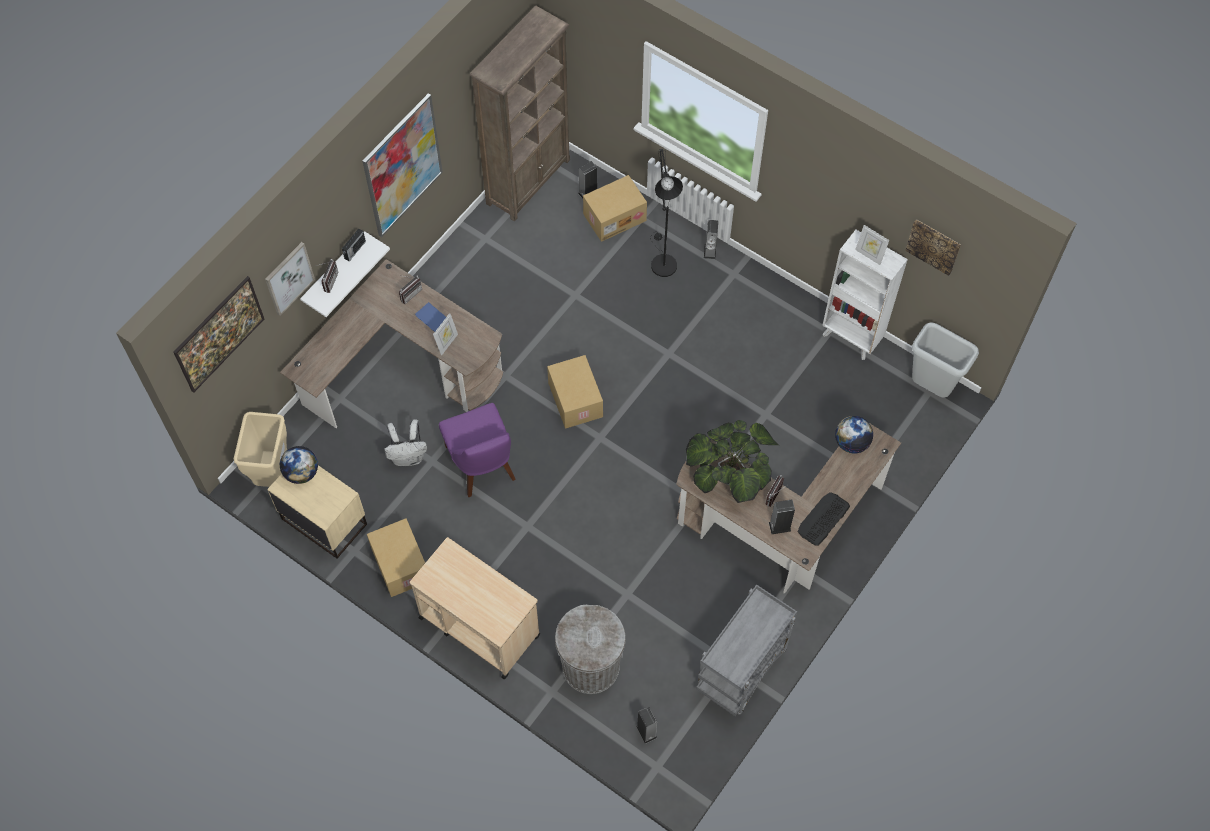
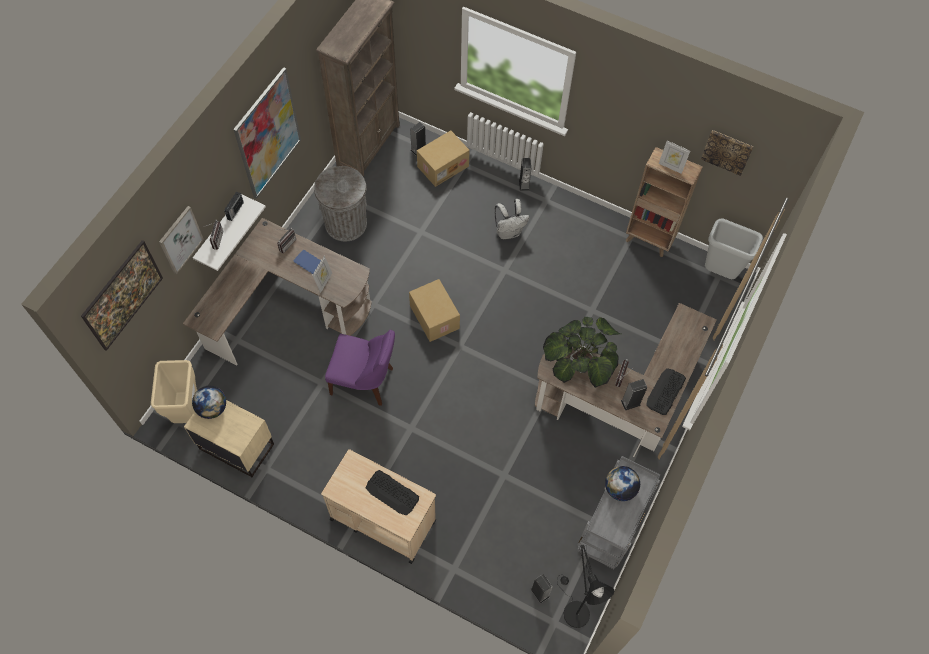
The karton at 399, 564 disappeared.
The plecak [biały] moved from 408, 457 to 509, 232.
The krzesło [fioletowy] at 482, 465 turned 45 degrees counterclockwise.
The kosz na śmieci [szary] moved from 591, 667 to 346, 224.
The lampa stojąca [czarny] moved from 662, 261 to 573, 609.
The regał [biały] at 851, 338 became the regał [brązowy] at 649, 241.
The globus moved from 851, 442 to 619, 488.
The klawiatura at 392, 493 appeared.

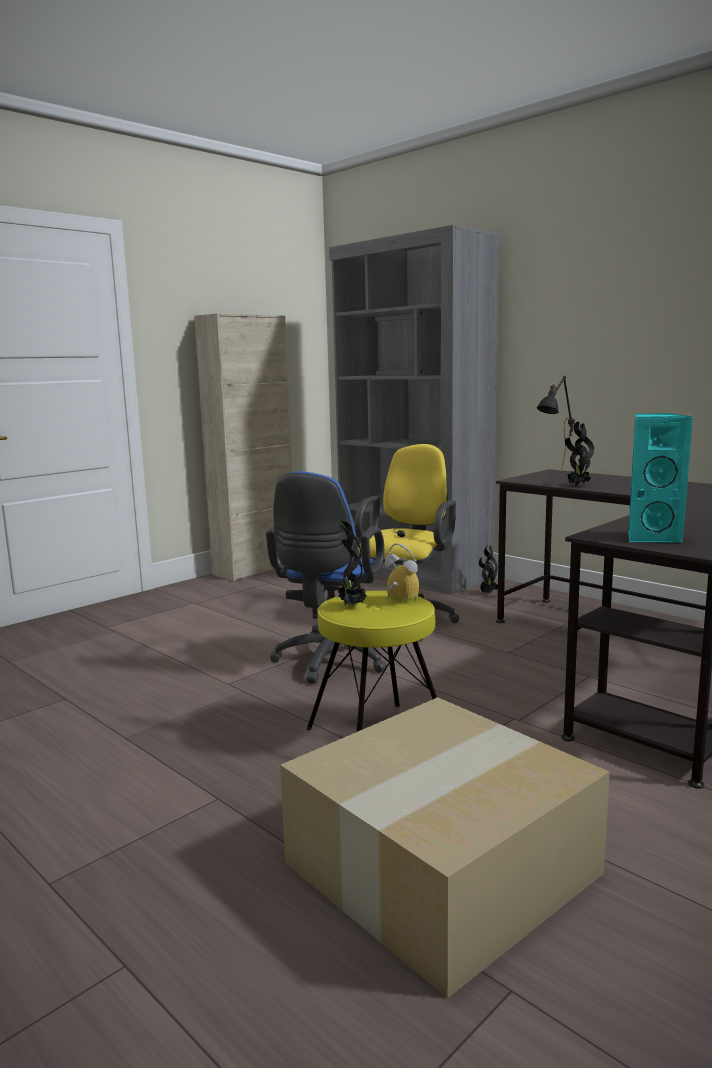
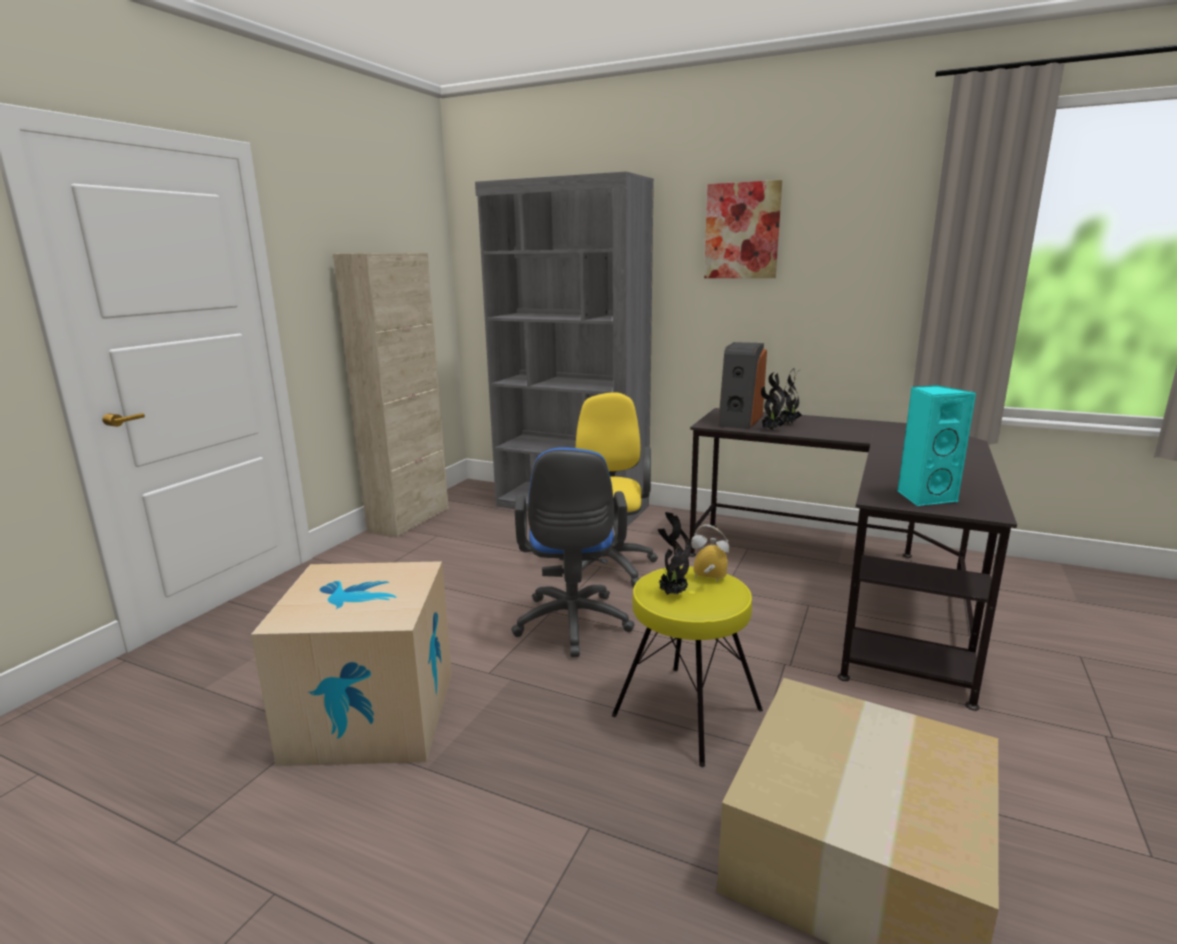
The roślina doniczkowa moved from 487, 593 to 788, 423.
The lampa stołowa [czarny] at 556, 478 was replaced by the głośnik at 739, 420.
The karton at 372, 715 appeared.
The obraz at 742, 231 appeared.

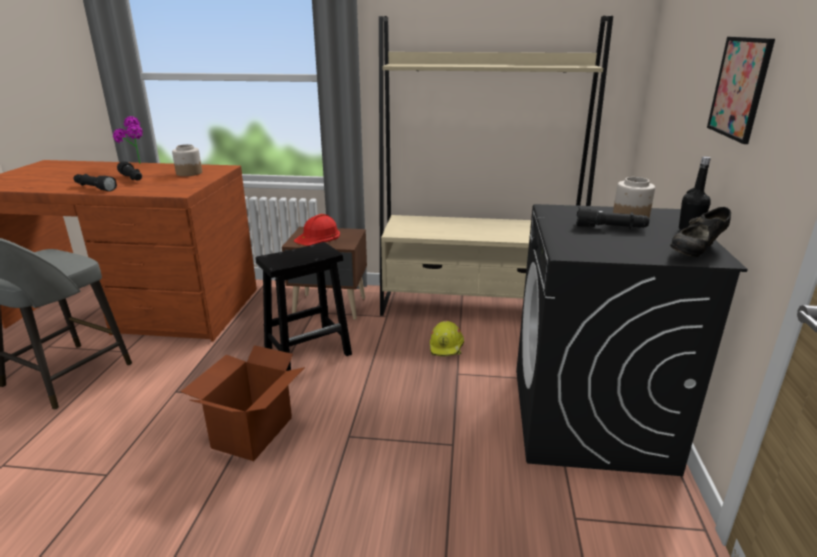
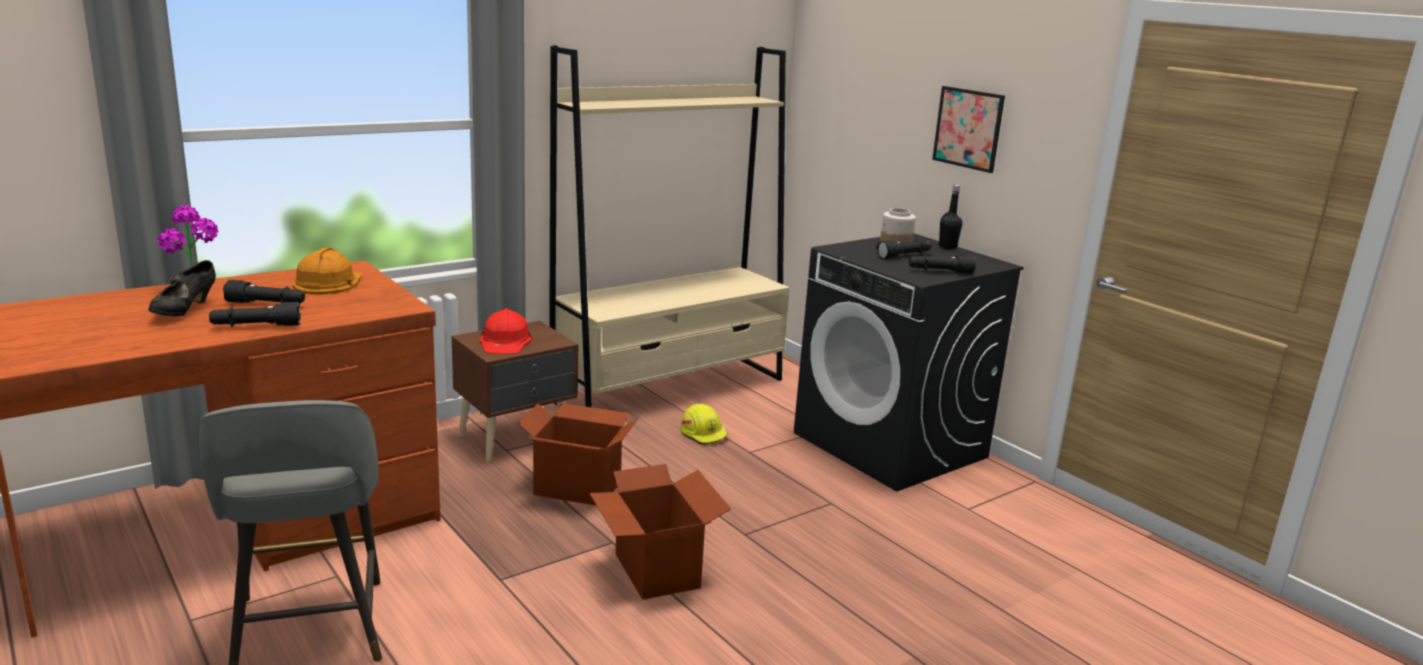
The słoik at 189, 173 was replaced by the kask [pomarańczowy] at 328, 282.
The stołek [czarny] at 309, 352 was replaced by the karton at 577, 487.
The but [czarny] moved from 695, 251 to 185, 311.
The latarka [czarny] at 940, 272 appeared.

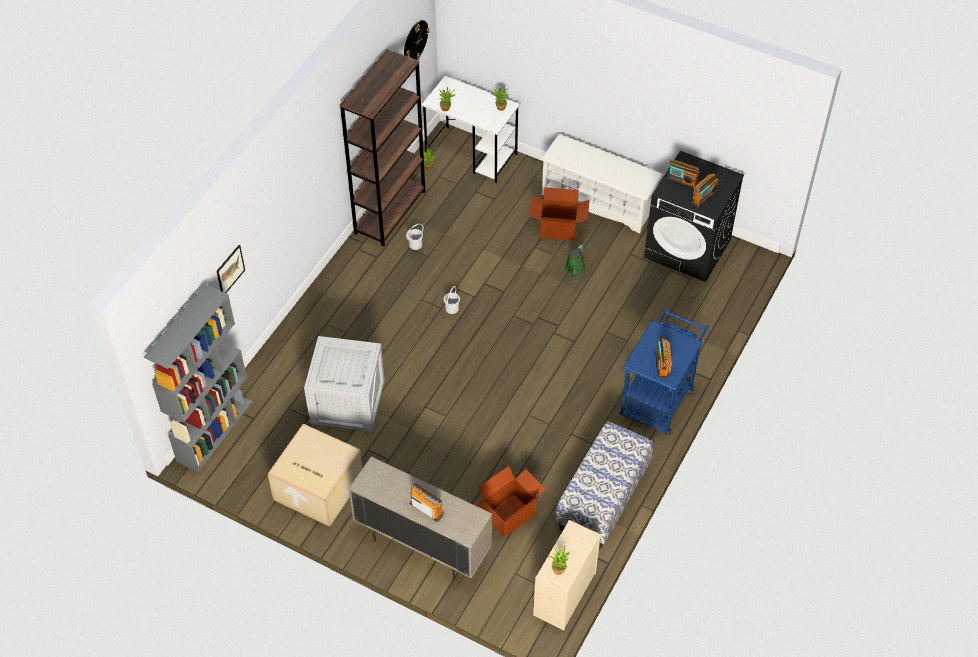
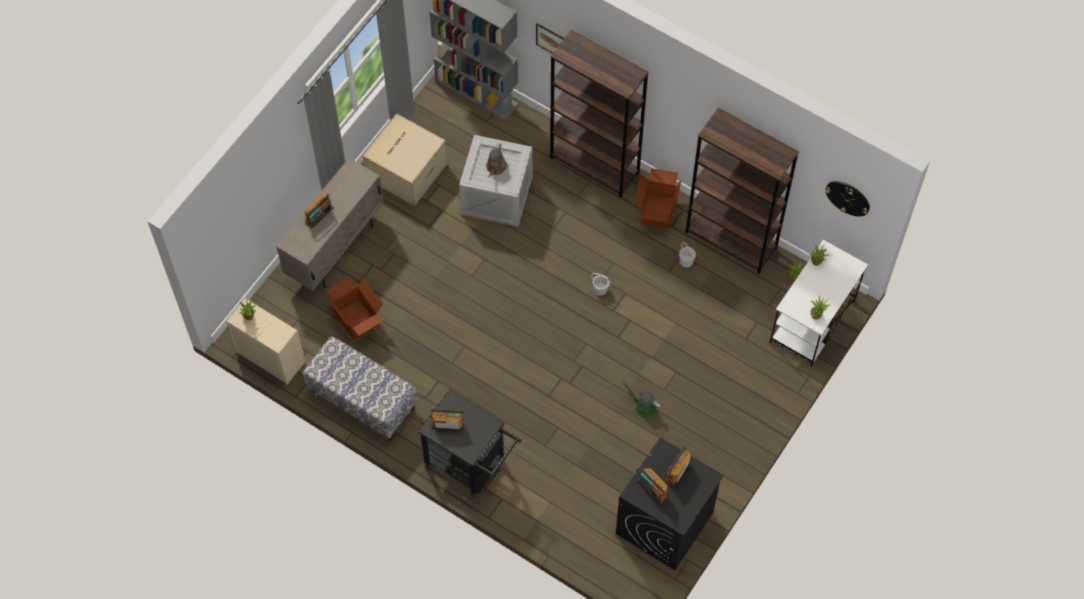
The karton moved from 558, 229 to 656, 211.
The regał na buty [biały] at 598, 201 disappeared.
The wózek [niebieski] at 659, 398 became the wózek [czarny] at 471, 465.
The konewka [brązowy] at 495, 168 appeared.
The regał [brązowy] at 595, 165 appeared.

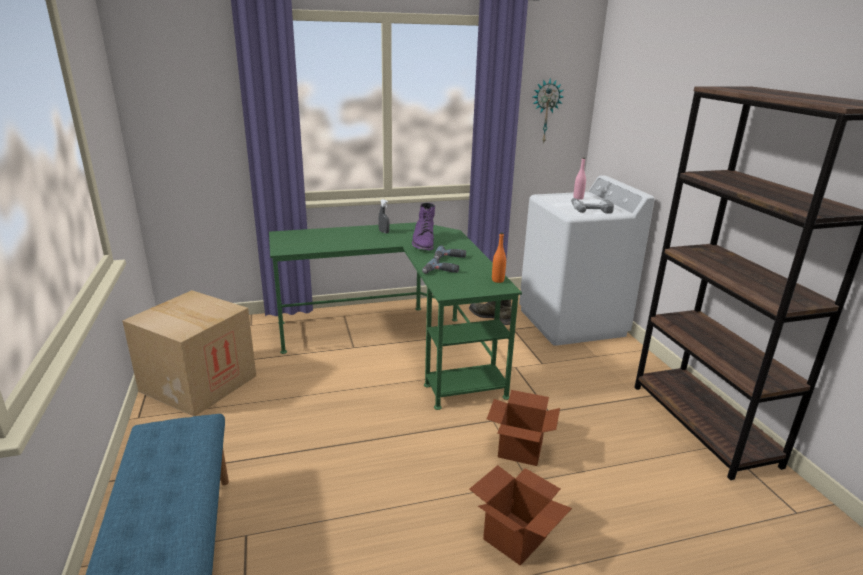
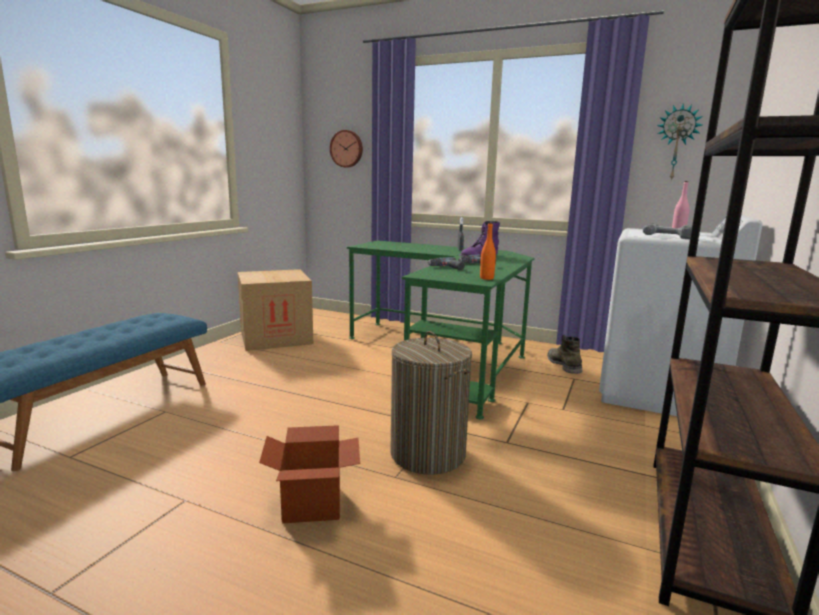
The karton at 520, 449 was replaced by the kosz na pranie at 428, 454.
The zegar ścienny at 347, 149 appeared.

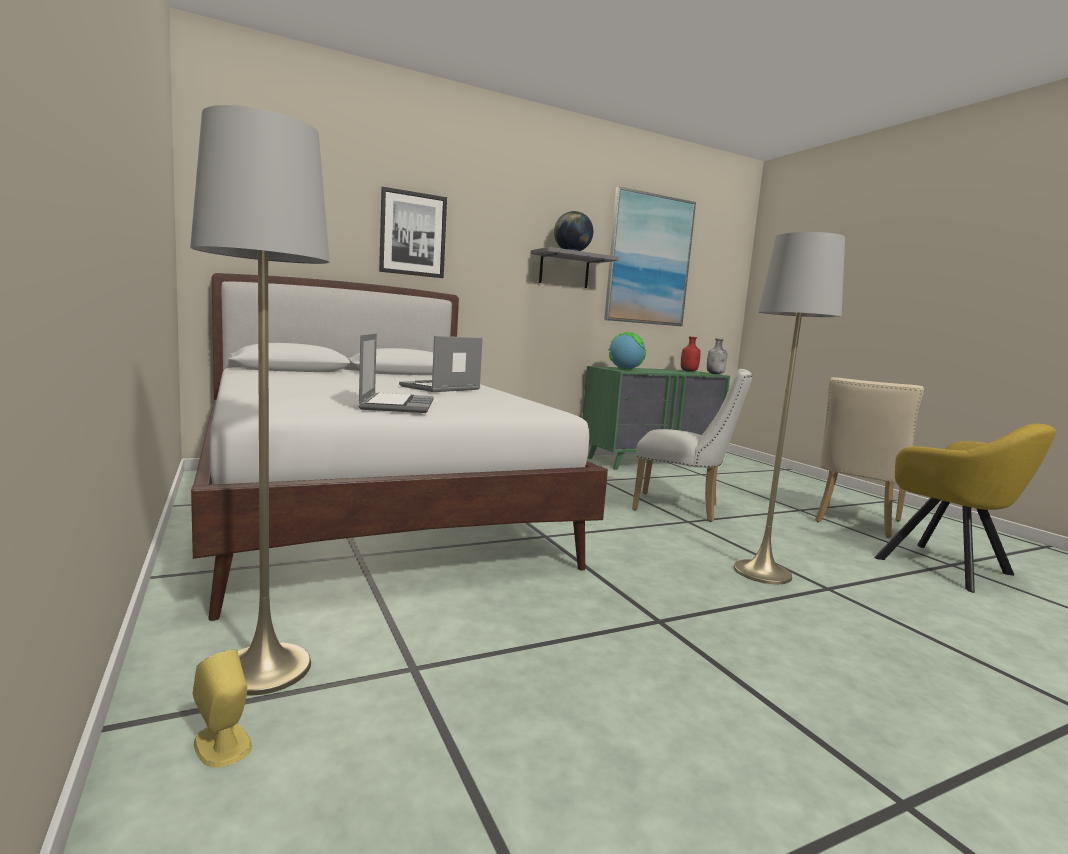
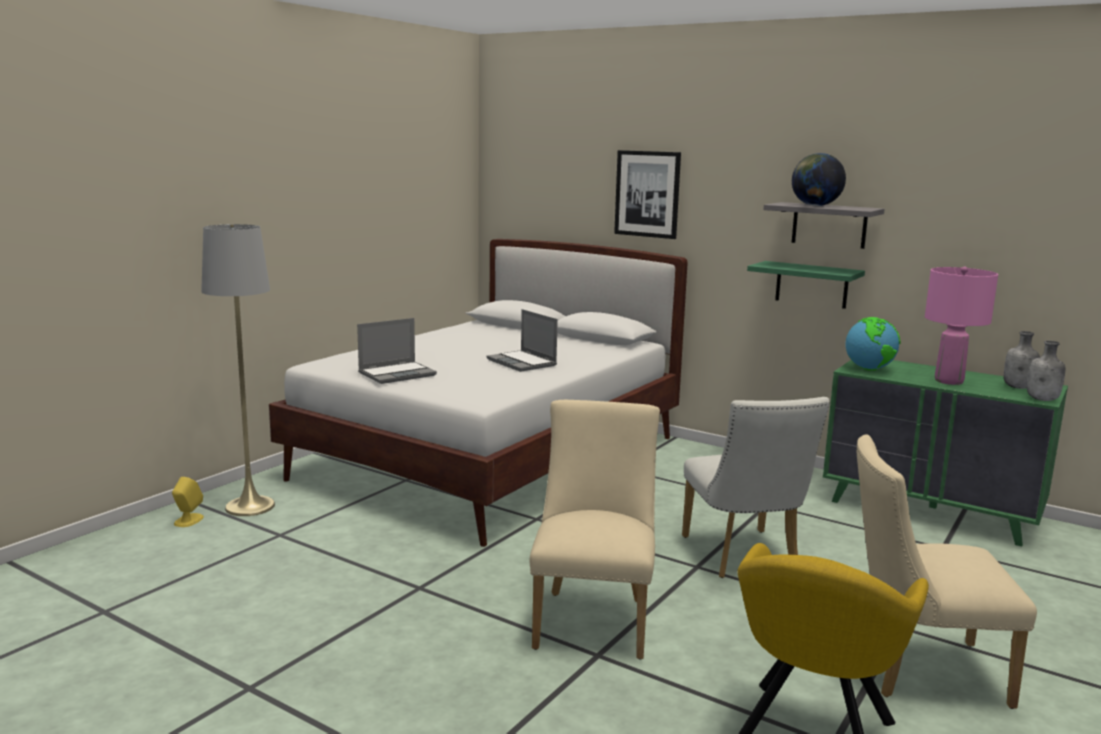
The laptop at 440, 388 turned 135 degrees counterclockwise.
The obraz at 649, 260 disappeared.
The butelka [czerwony] at 689, 371 became the butelka [szary] at 1018, 387.
The lampa stojąca [szary] at 762, 572 was replaced by the krzesło [beżowy] at 593, 618.
The półka [zielony] at 811, 284 appeared.
The lampa stołowa [różowy] at 949, 381 appeared.

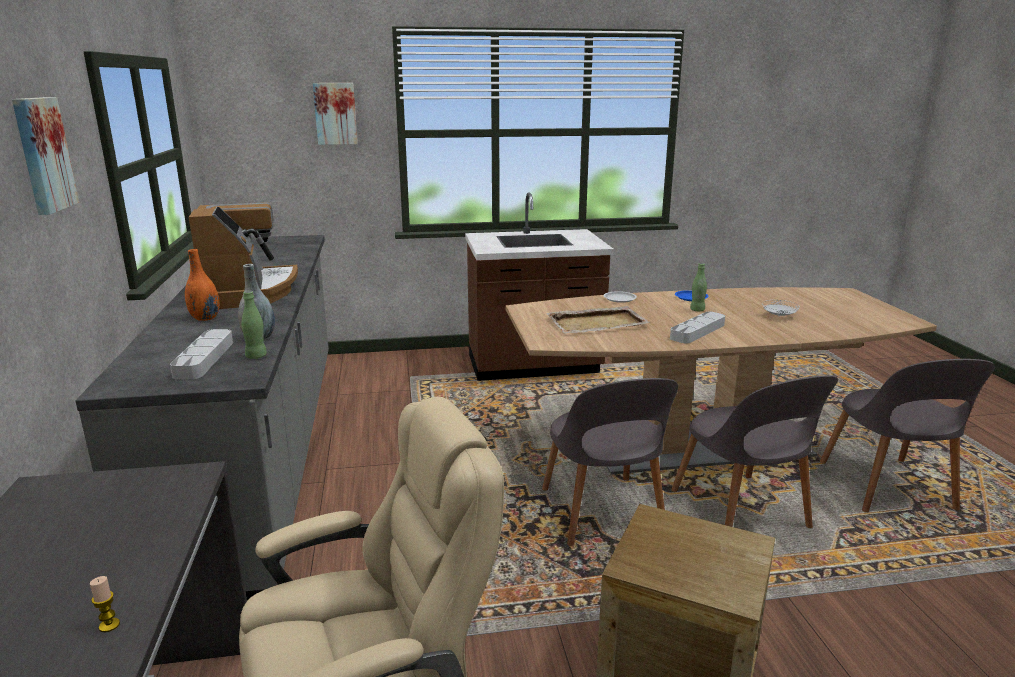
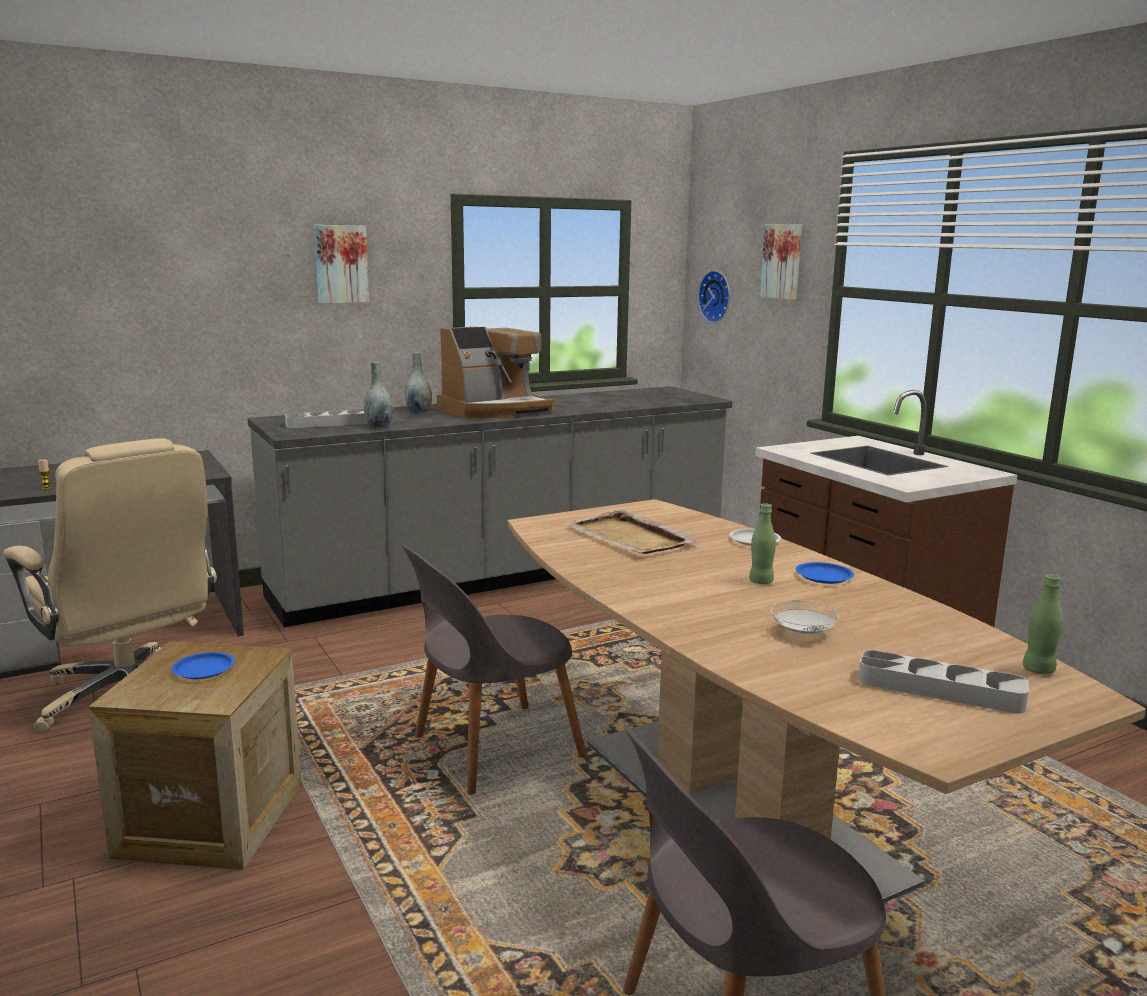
The wazon [pomarańczowy] at 205, 318 became the wazon [szary] at 419, 412.
The butelka [zielony] moved from 256, 356 to 1038, 670.
The taca [szary] moved from 697, 331 to 940, 689.
The krzesło [szary] at 741, 512 disappeared.
The talerz [niebieski] at 204, 669 appeared.
The zegar ścienny at 717, 296 appeared.

